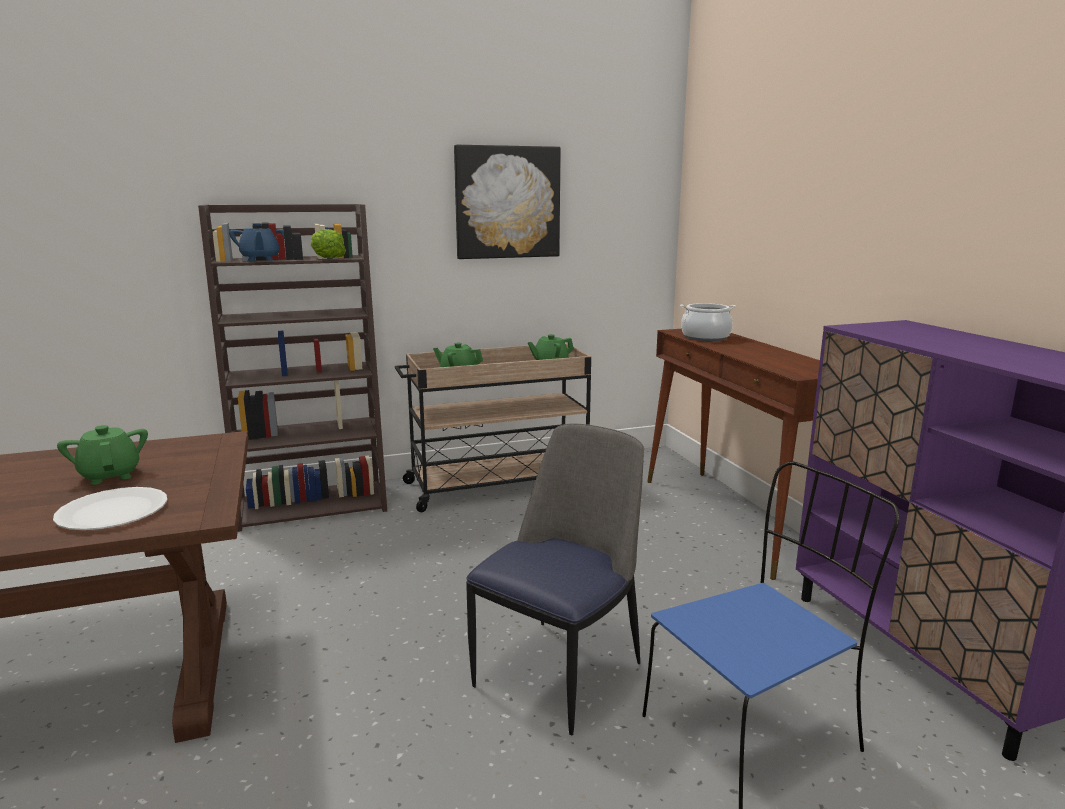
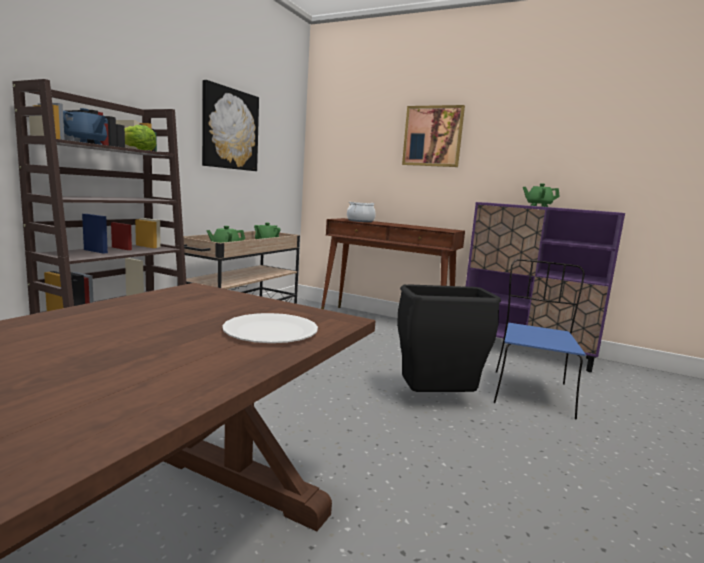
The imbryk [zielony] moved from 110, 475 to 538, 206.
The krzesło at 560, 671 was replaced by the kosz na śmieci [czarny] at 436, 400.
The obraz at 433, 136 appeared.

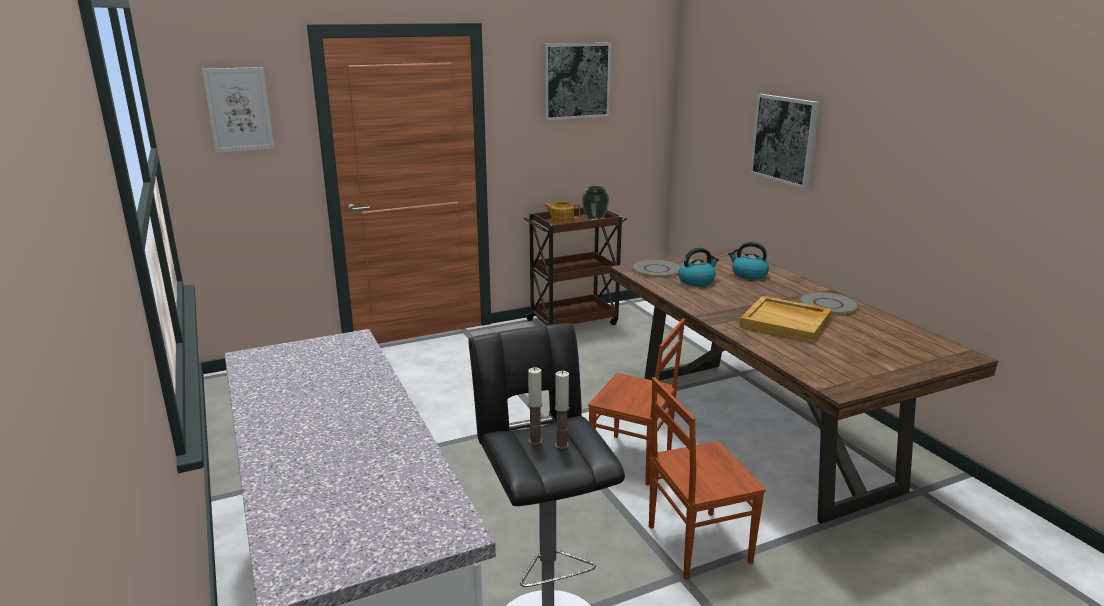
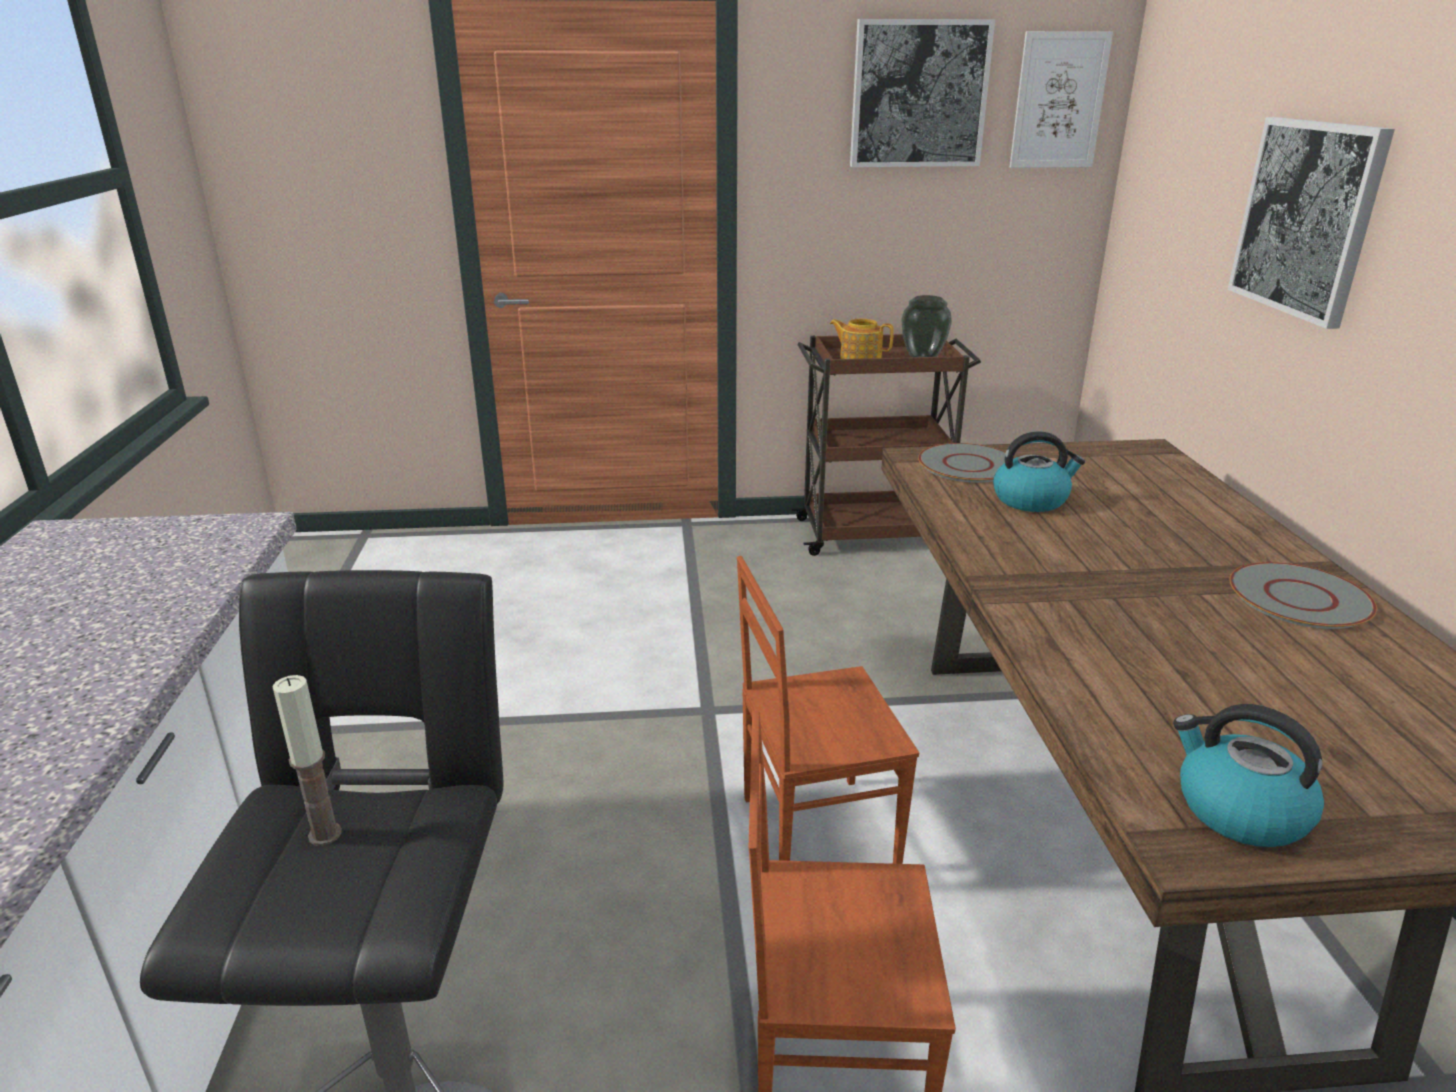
The obraz moved from 239, 110 to 1059, 101.
The świeca at 561, 445 disappeared.
The krzesło [brązowy] at 632, 460 turned 120 degrees clockwise.
The czajnik moved from 748, 275 to 1239, 810.
The taca [beżowy] at 786, 322 disappeared.

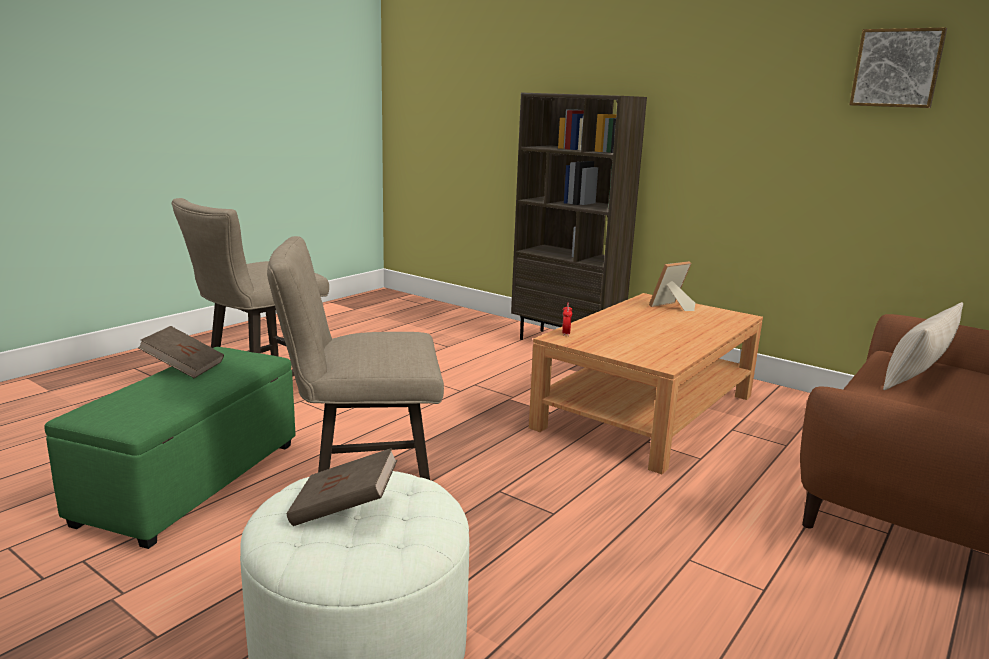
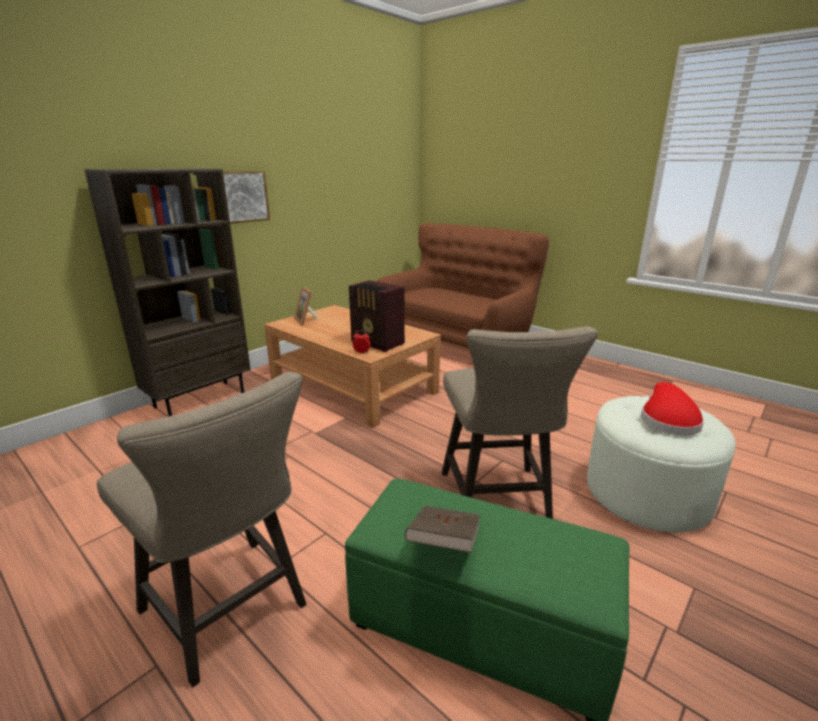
The książka [brązowy] at 344, 509 was replaced by the kapelusz [czerwony] at 667, 420.
The obraz moved from 897, 68 to 243, 196.
The poduszka [beżowy] at 917, 375 disappeared.
The radio at 378, 343 appeared.

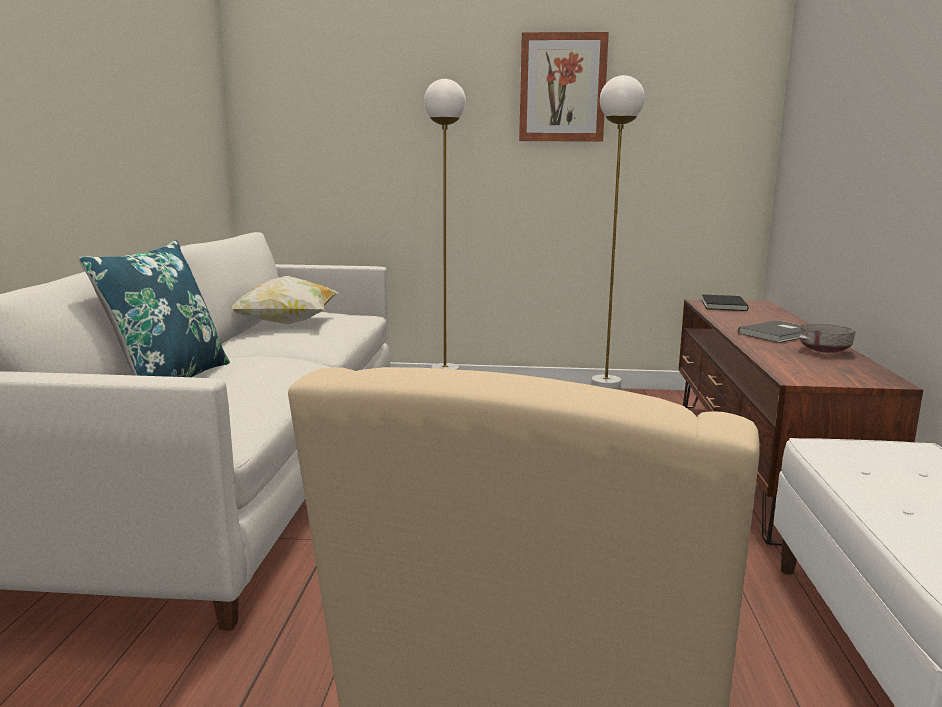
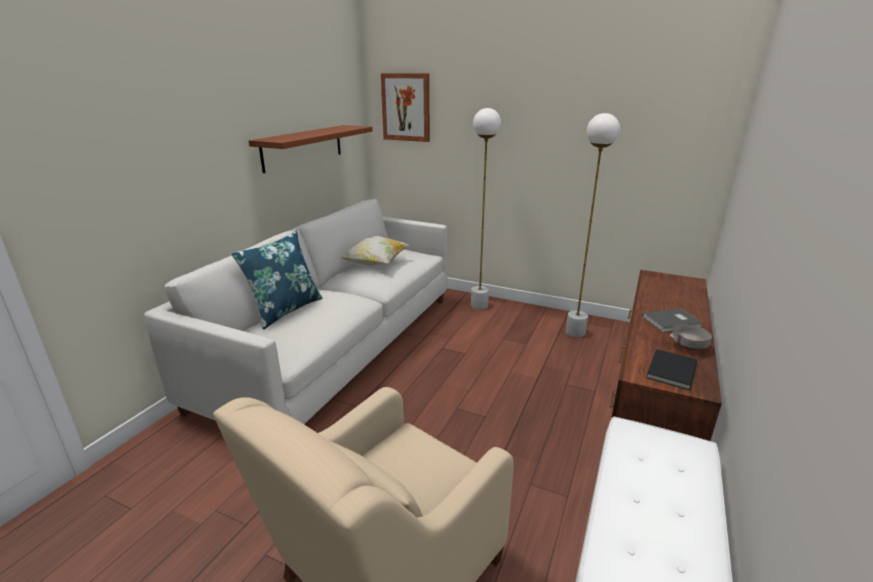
The obraz moved from 562, 88 to 406, 107.
The książka [czarny] moved from 722, 305 to 669, 370.
The półka [brązowy] at 303, 147 appeared.

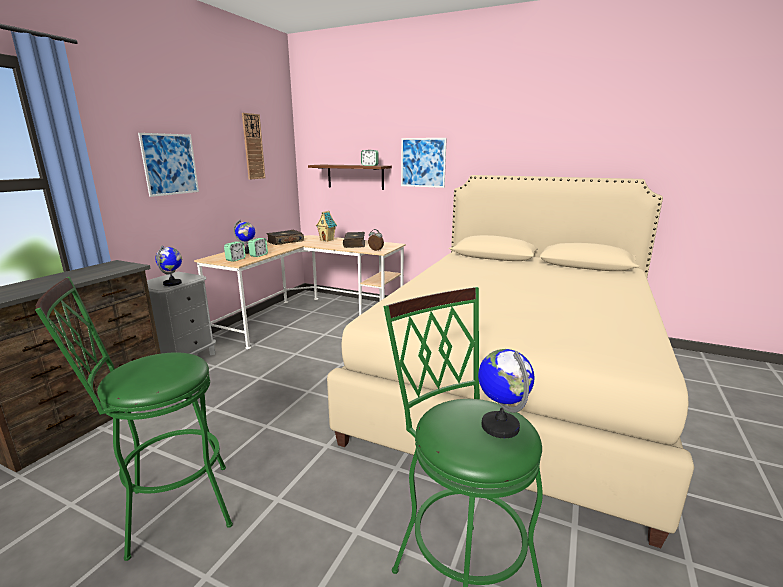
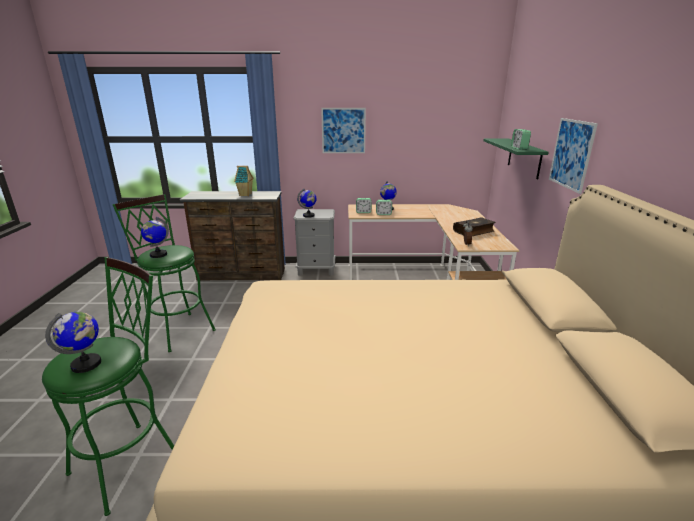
The zegar ścienny at 253, 146 disappeared.
The książka at 285, 242 disappeared.
The półka [brązowy] at 355, 176 became the półka [zielony] at 524, 158.
The domek moved from 327, 240 to 245, 195.
The globus at 158, 254 appeared.

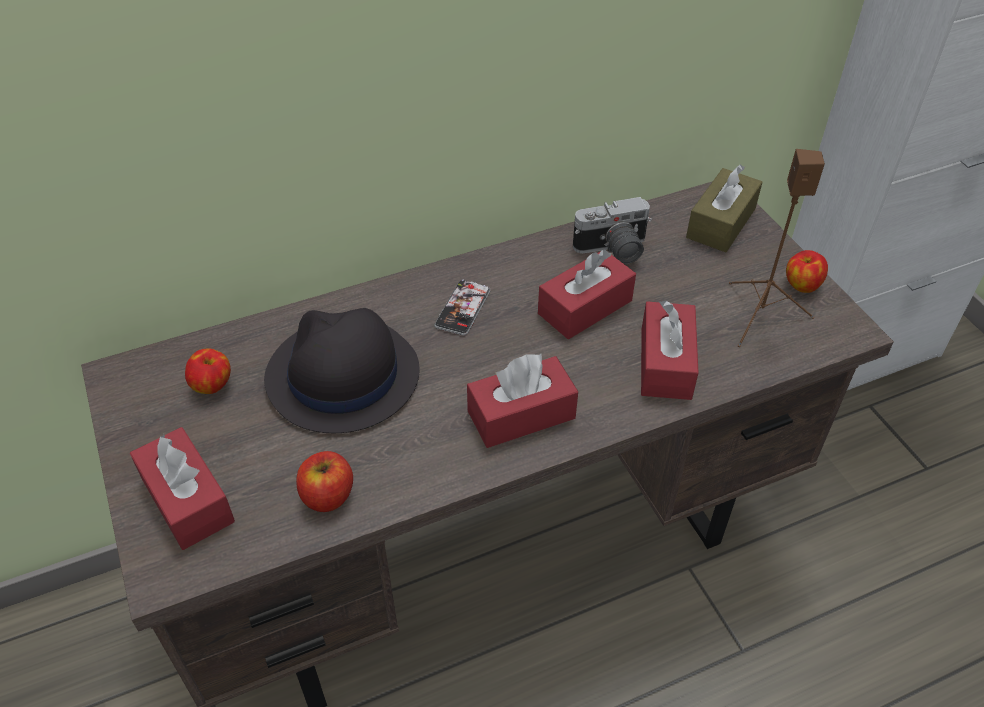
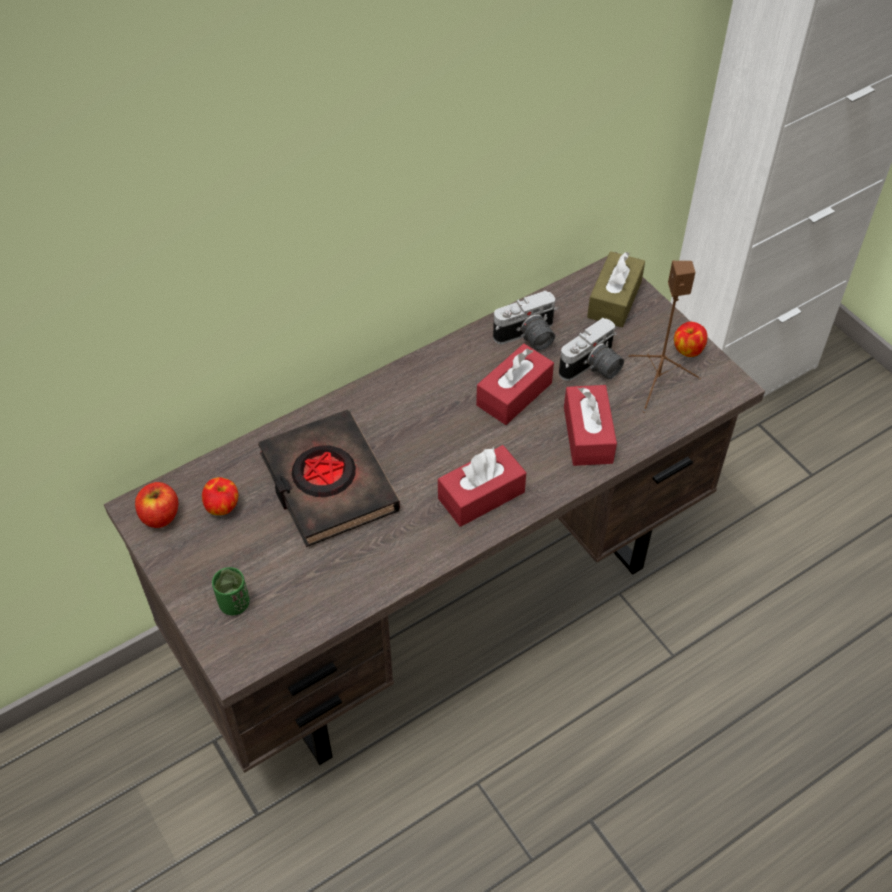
The pudełko chusteczek [czerwony] at 187, 500 was replaced by the filiżanka [zielony] at 234, 603.
The kapelusz [czarny] at 342, 376 was replaced by the książka [czarny] at 328, 483.
The jabłko moved from 327, 496 to 160, 516.
The telefon at 463, 308 disappeared.
The aparat fotograficzny at 593, 369 appeared.

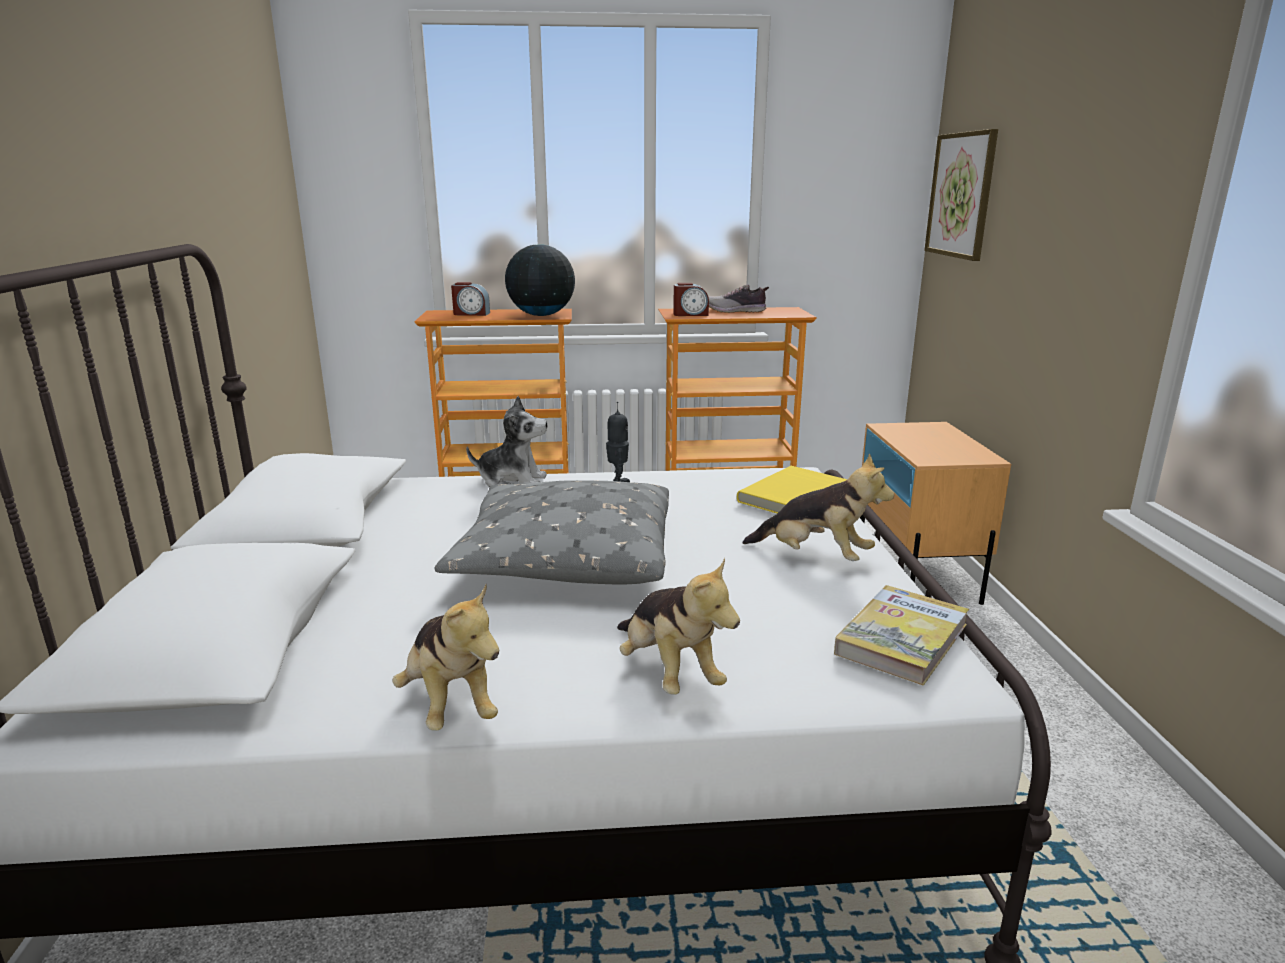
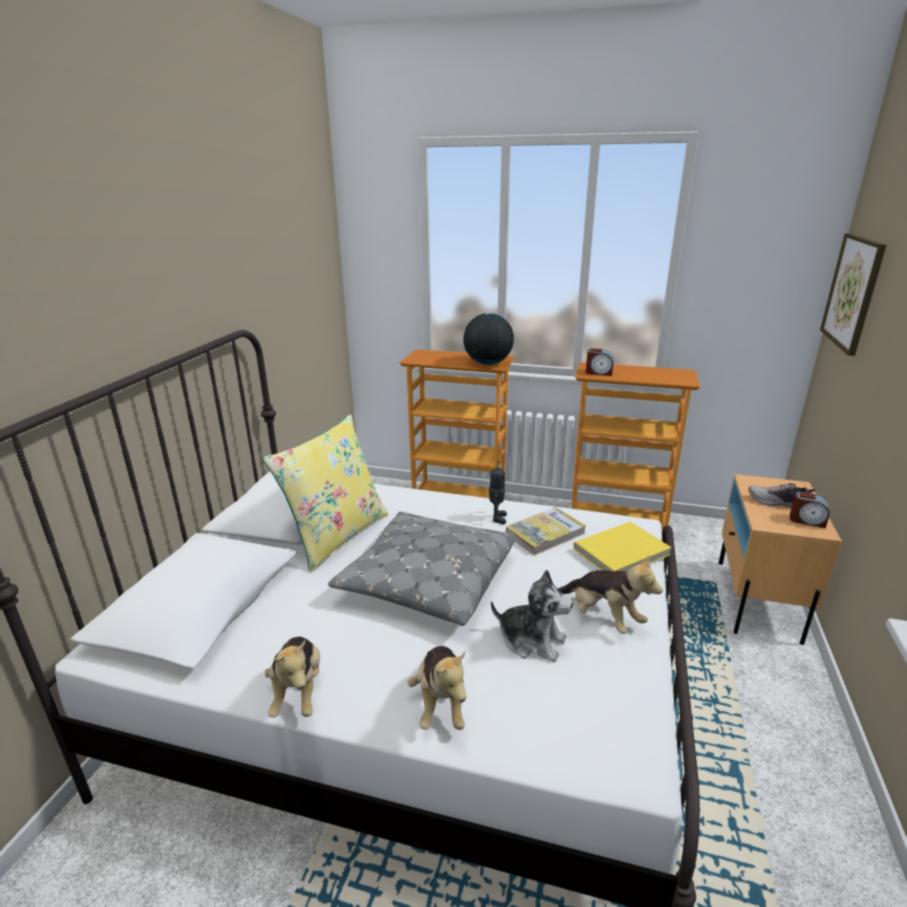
The budzik moved from 471, 314 to 807, 521.
The pluszak moved from 512, 481 to 531, 640.
The but moved from 735, 311 to 777, 503.
The książka moved from 902, 638 to 545, 534.
The poduszka [żółty] at 336, 535 appeared.

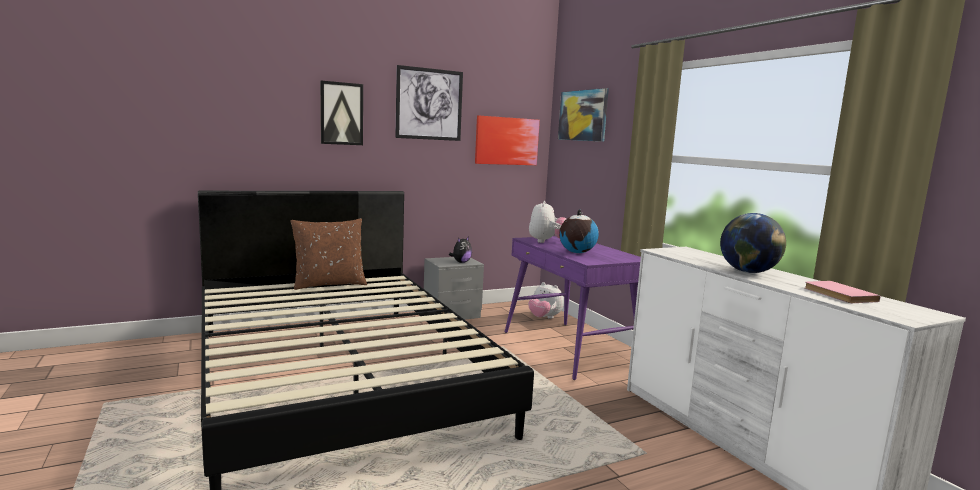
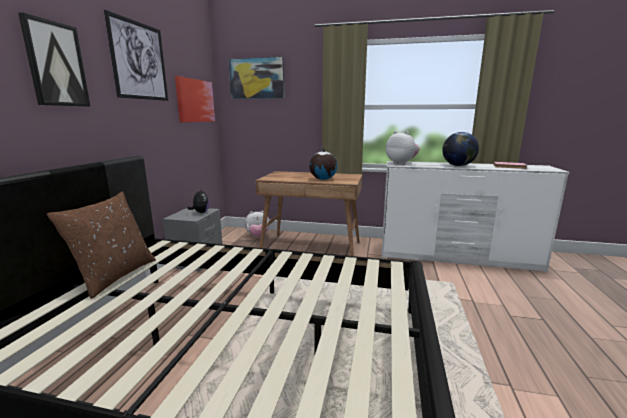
The biurko [fioletowy] at 570, 349 became the biurko [brązowy] at 312, 249.
The pluszak moved from 546, 241 to 401, 163.

